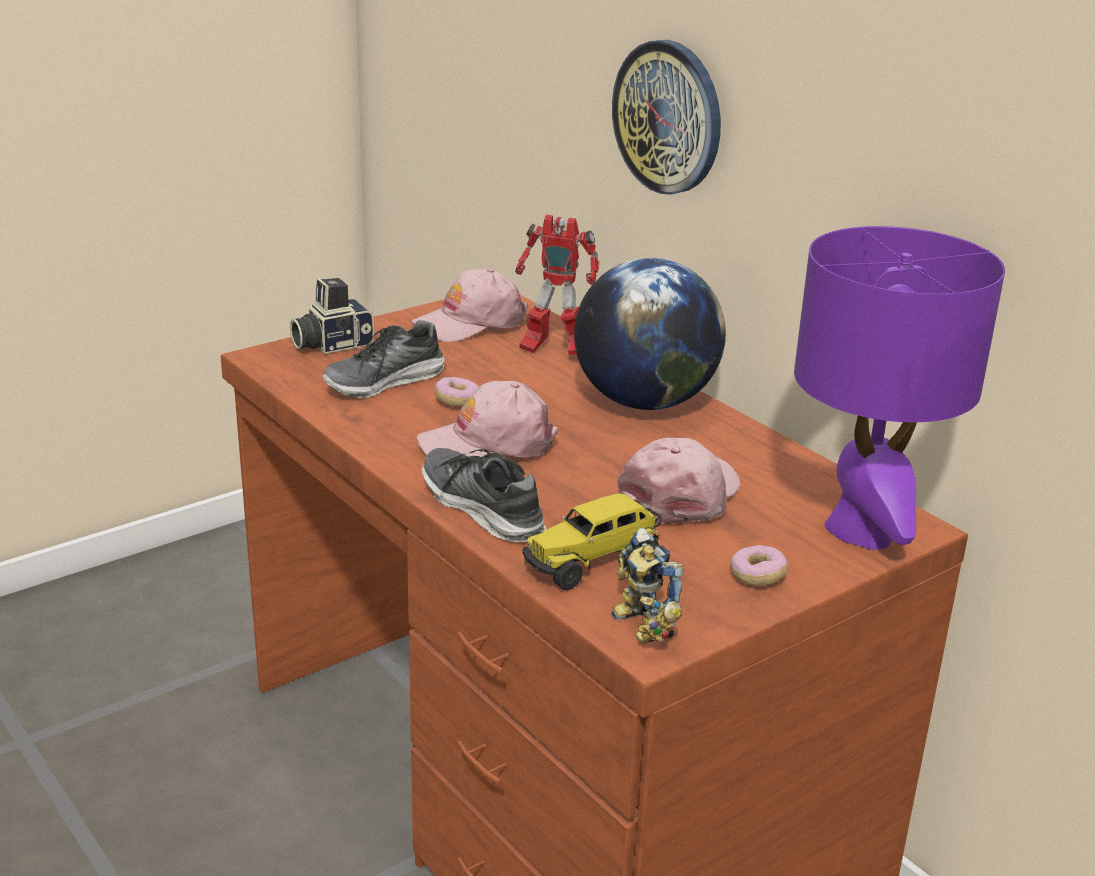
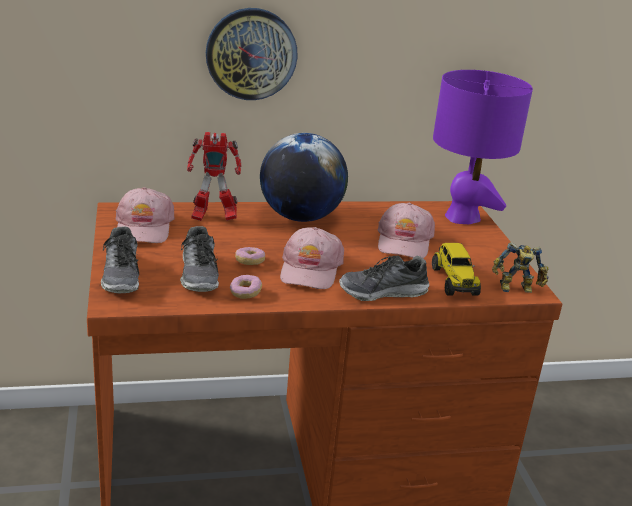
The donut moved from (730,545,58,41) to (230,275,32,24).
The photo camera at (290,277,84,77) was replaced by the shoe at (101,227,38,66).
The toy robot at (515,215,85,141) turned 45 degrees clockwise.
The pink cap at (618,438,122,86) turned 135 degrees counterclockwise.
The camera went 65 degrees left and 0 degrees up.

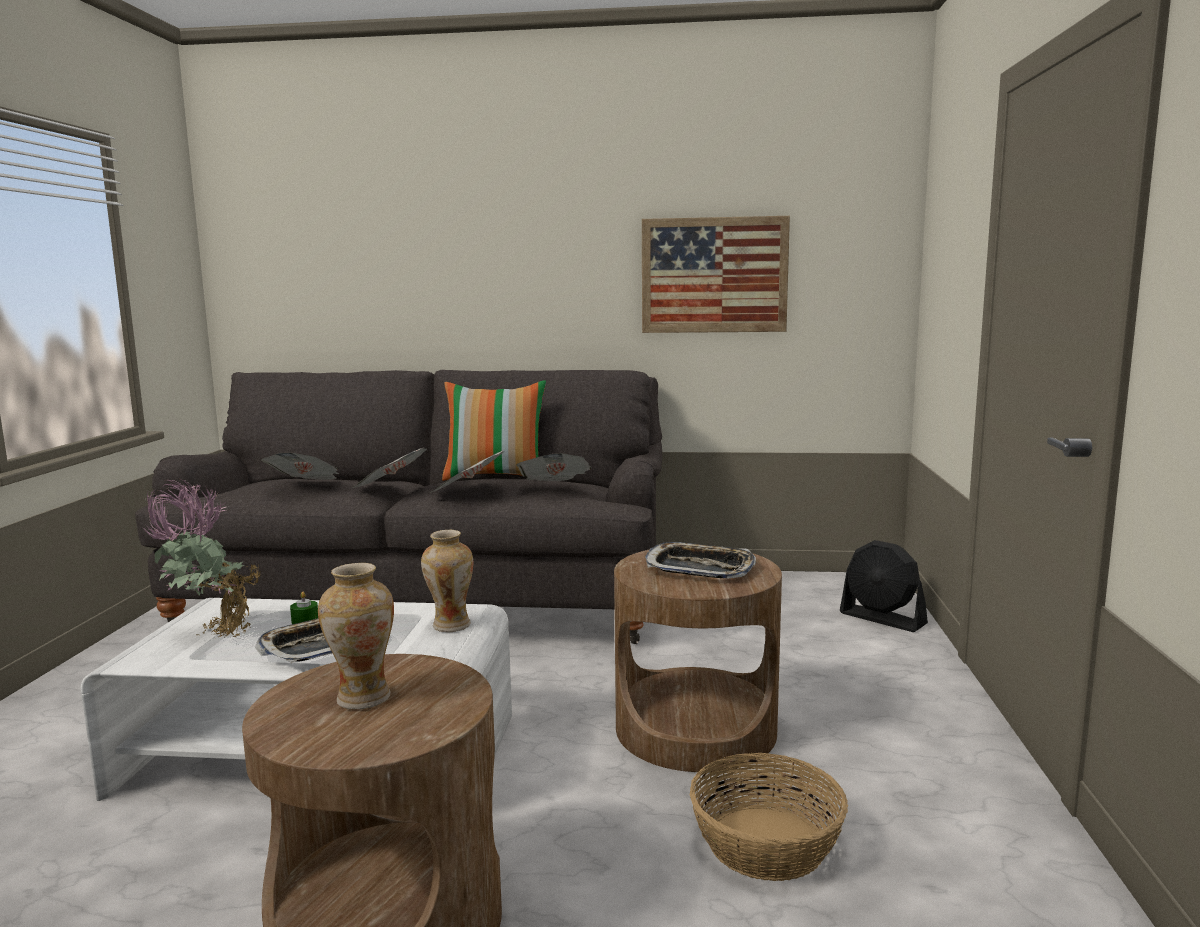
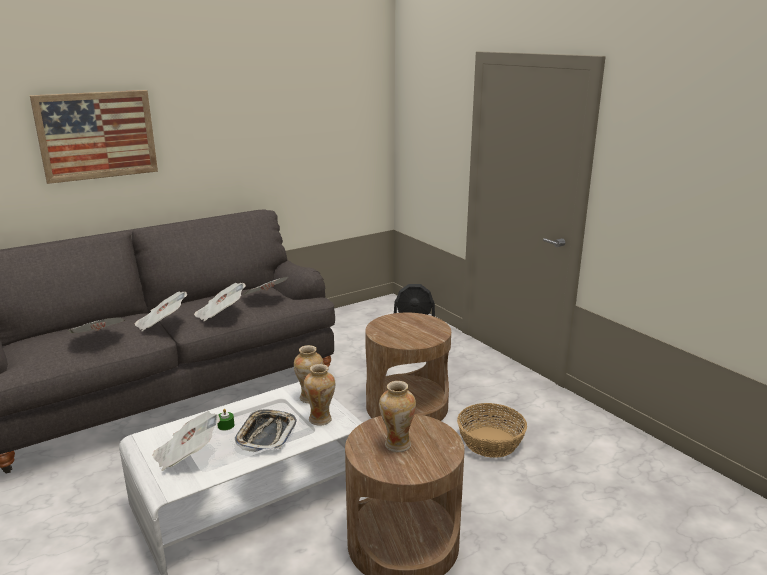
The pillow at (442,380,104,101) disappeared.
The tray at (645,542,111,37) disappeared.
The vase at (304,364,31,62) appeared.
The picture moved from (642,216,148,117) to (30,90,128,94).
The potted plant at (142,478,120,160) was replaced by the newspaper at (152,411,68,60).
The camera went 40 degrees left and 10 degrees up.

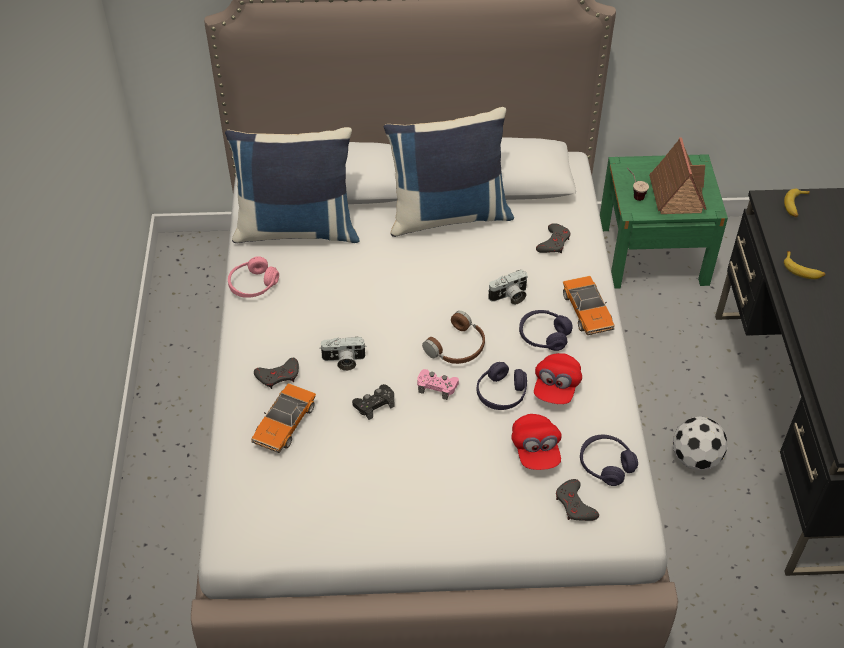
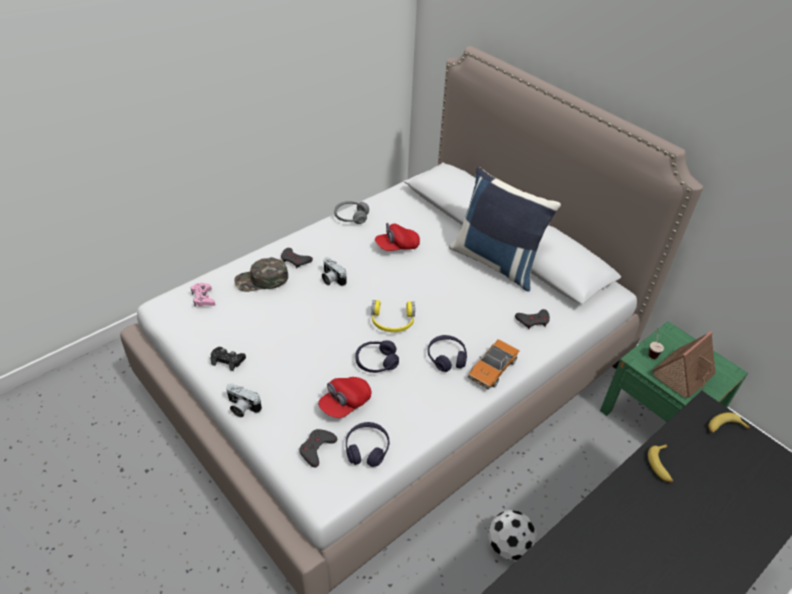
The blue pillow at (225,127,135,116) disappeared.
The black game controller moved from (352,384,43,36) to (210,347,36,24).
The pink game controller moved from (417,369,42,31) to (191,283,24,24).
The photo camera moved from (488,270,40,35) to (226,384,36,34).
The red cap moved from (534,353,48,51) to (375,223,45,28).
The toy car at (251,383,65,70) was replaced by the green cap at (234,257,54,35).
The pink headphones at (228,256,51,42) became the grey headphones at (334,201,35,23).
The brown headphones at (422,311,63,53) became the yellow headphones at (371,300,44,32).
The camera went 50 degrees right and 5 degrees down.

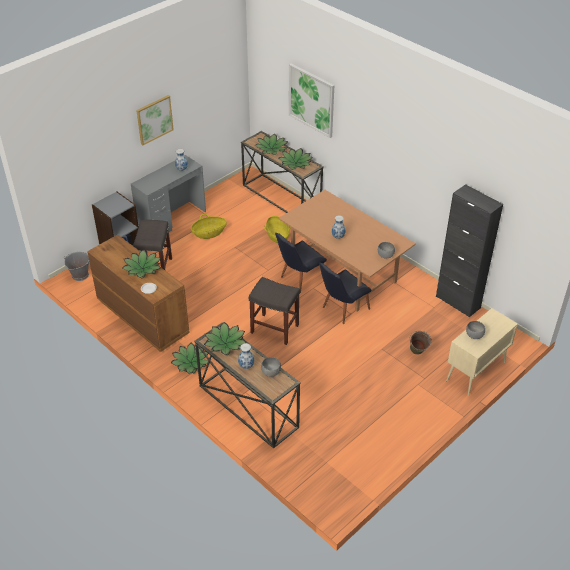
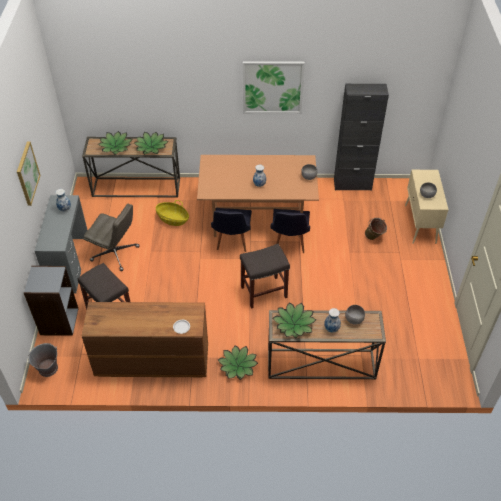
The potted plant at (122,250,39,28) disappeared.
The picture moved from (289,64,45,74) to (243,61,62,53).
The basket at (191,214,36,25) was replaced by the grey office chair at (84,203,56,68).
The camera went 45 degrees left and 5 degrees up.

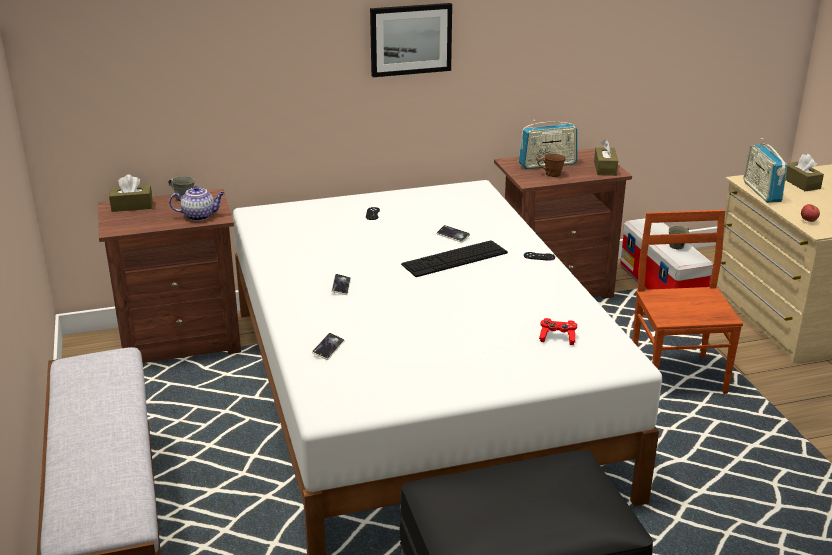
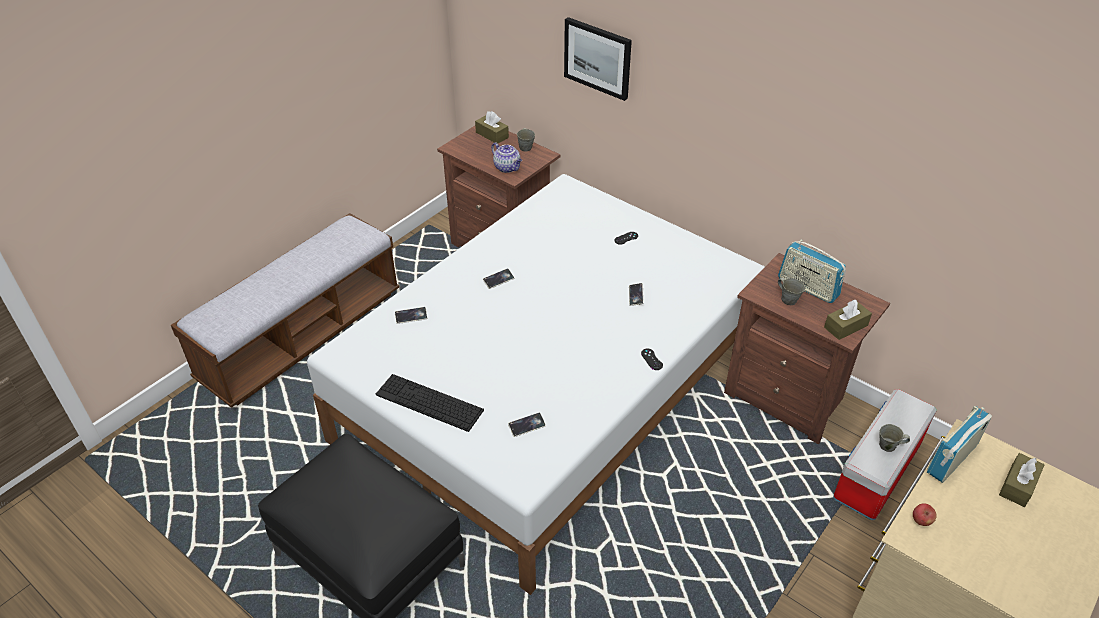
The brown chair at (632,210,111,184) disappeared.
The picture moved from (370,3,82,74) to (564,17,68,84).
The keyboard moved from (401,240,107,37) to (376,374,108,58).
The red game controller at (539,318,38,27) was replaced by the phone at (508,412,38,25).
The brown mug at (537,154,29,23) became the grey mug at (778,278,27,27).
The camera went 55 degrees right and 15 degrees up.

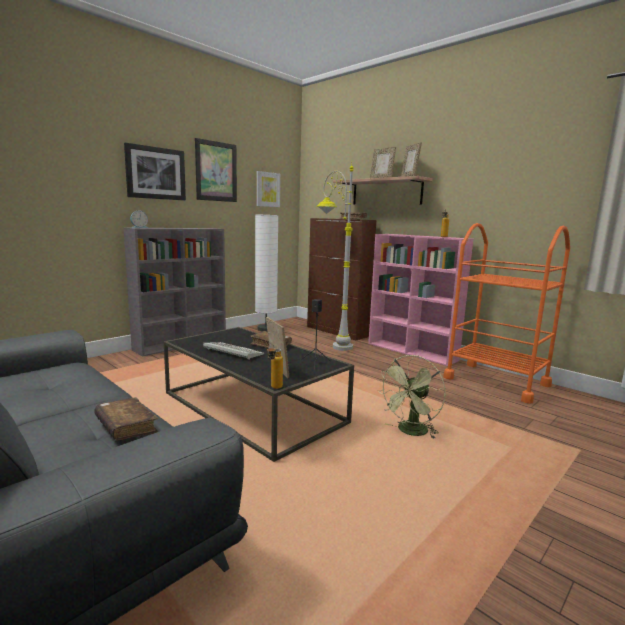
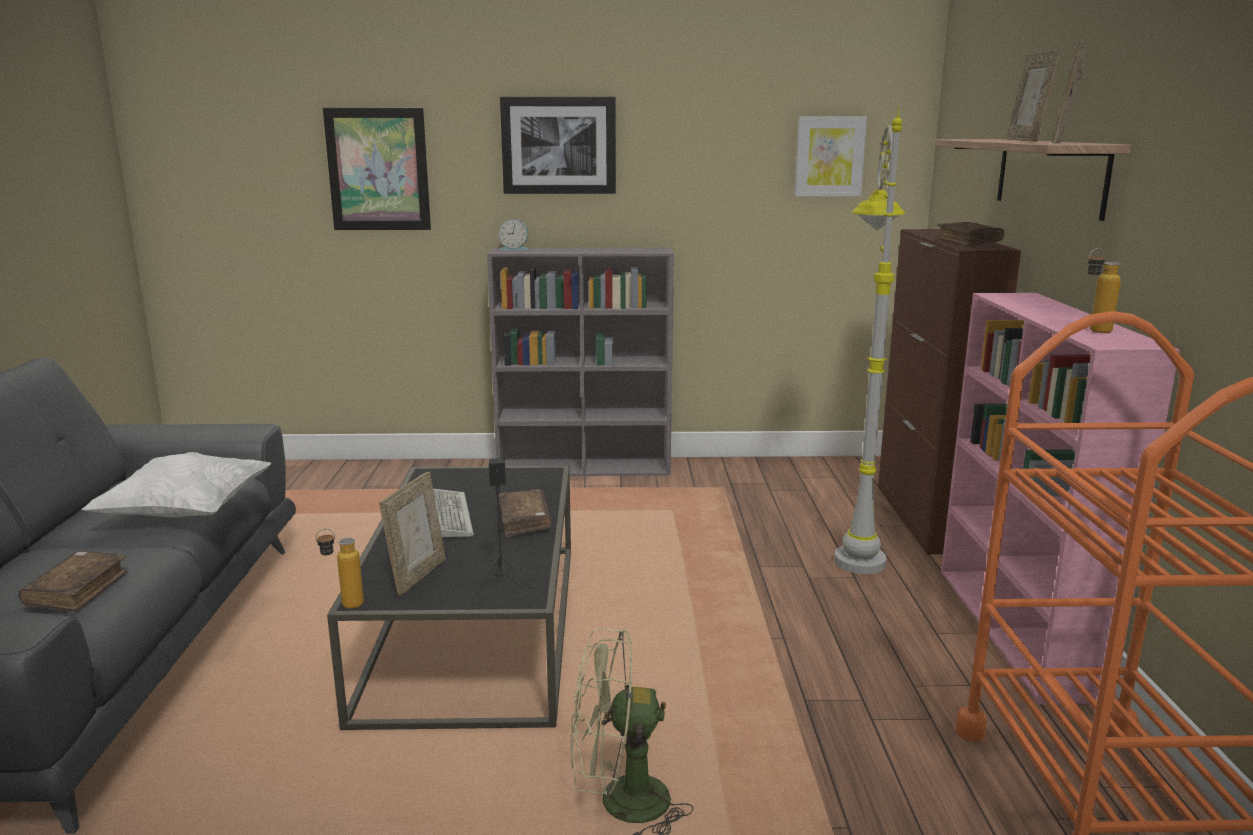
The white floor lamp at (255,214,23,117) disappeared.
The white pillow at (81,452,190,65) appeared.
The picture moved from (195,138,42,64) to (323,108,108,122).
The camera went 45 degrees right and 5 degrees up.

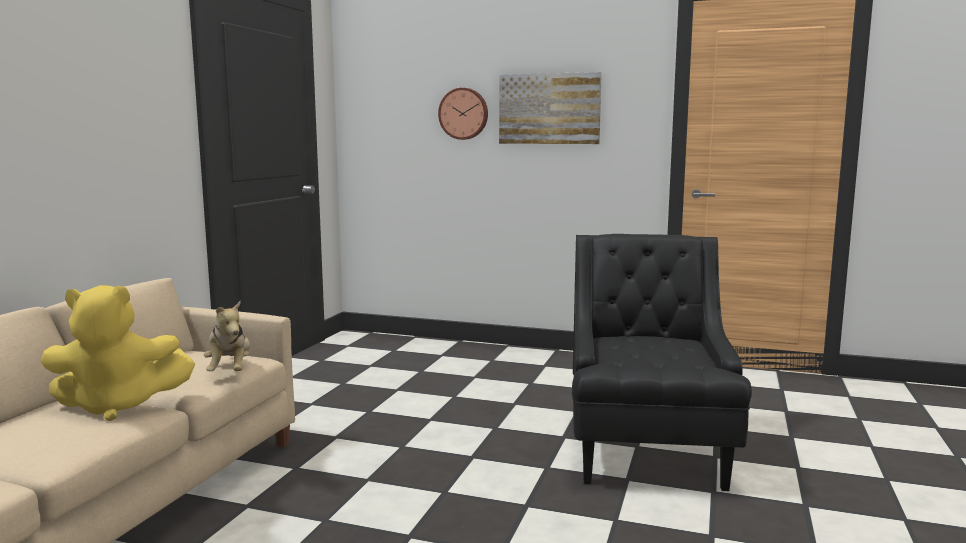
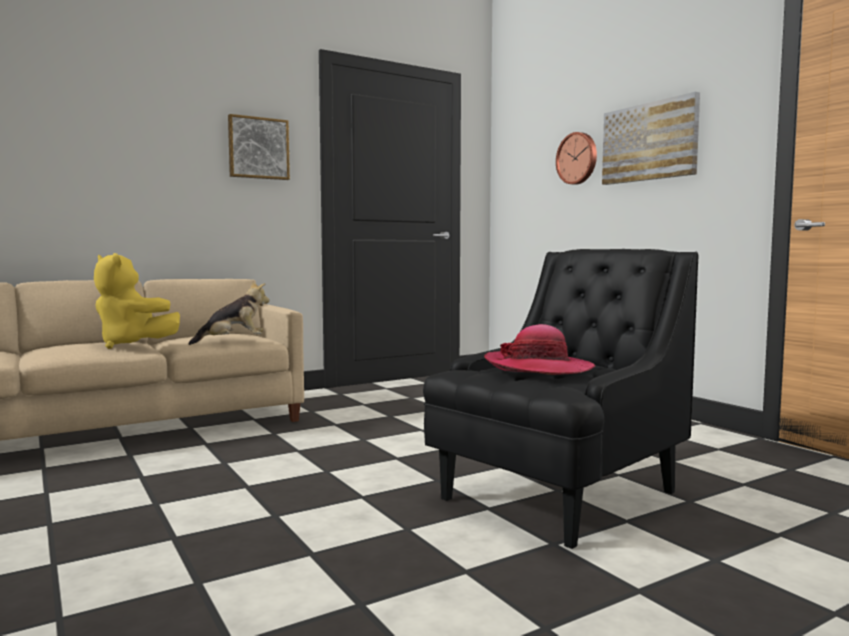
The picture at (228,114,62,66) appeared.
The hat at (484,324,112,51) appeared.
The plush toy at (204,301,46,70) turned 135 degrees counterclockwise.
The camera went 40 degrees right and 5 degrees down.

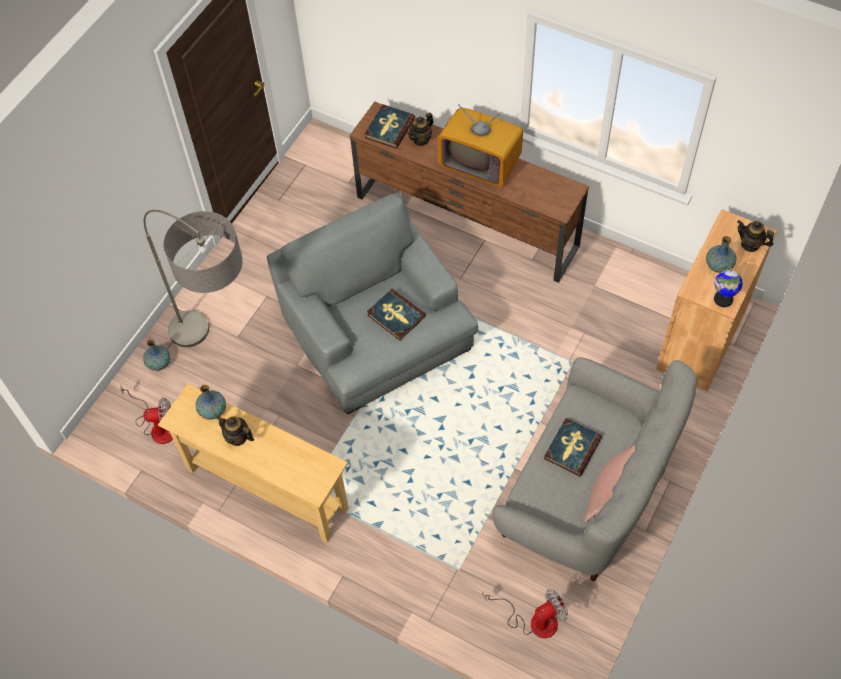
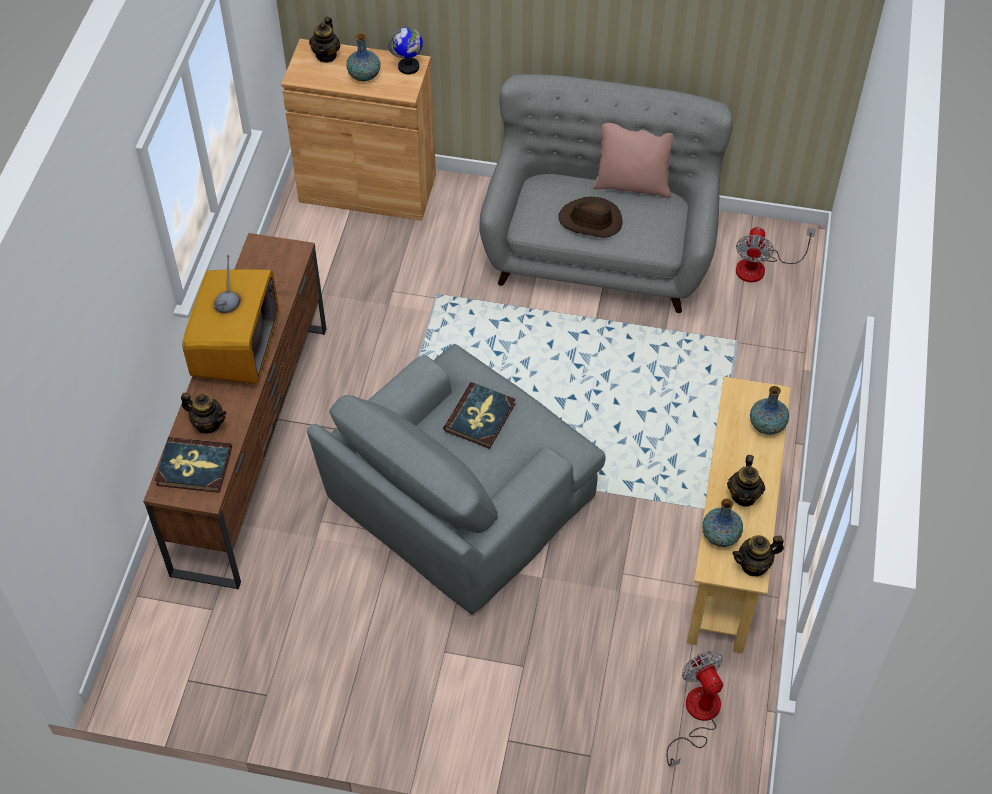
The floor lamp at (144,210,99,137) disappeared.
The teapot at (732,535,52,41) appeared.
The vase moved from (143,339,27,32) to (750,386,39,49).
The book at (544,418,58,58) was replaced by the brown hat at (559,197,64,41).
The fan at (482,589,86,49) turned 120 degrees counterclockwise.
The camera went 110 degrees left and 5 degrees down.

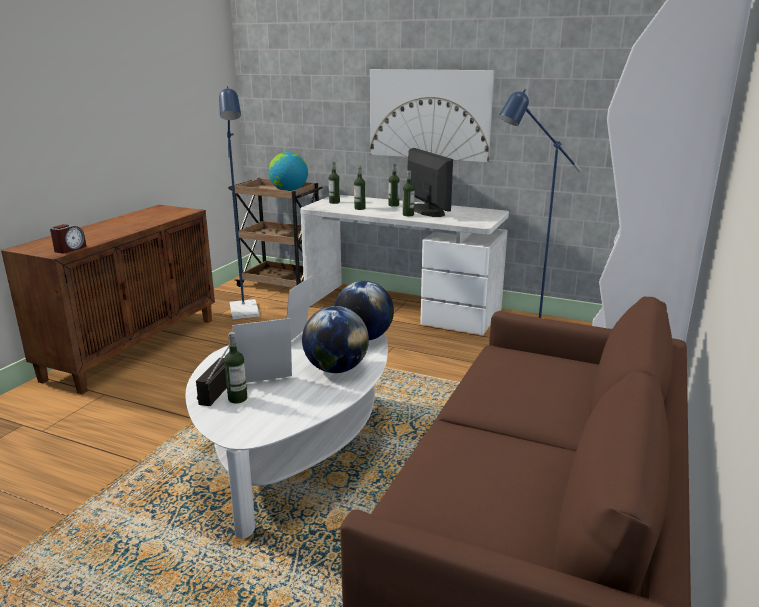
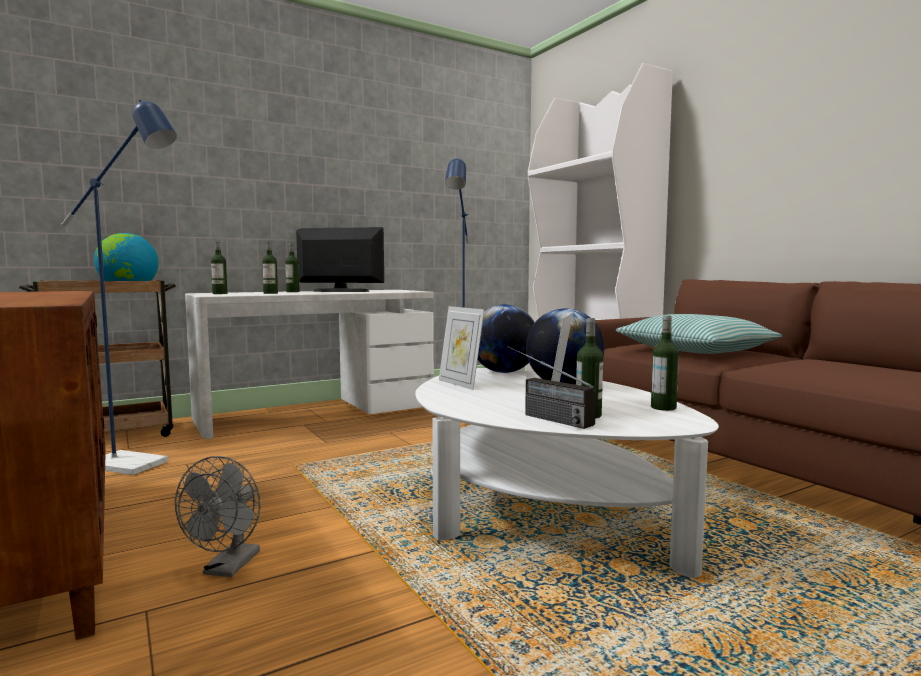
The alarm clock at (50,224,37,30) disappeared.
The picture at (370,69,125,93) disappeared.
The grey fan at (175,456,86,121) appeared.
The pillow at (616,314,167,40) appeared.
The bottle moved from (403,171,12,45) to (651,315,28,96).
The camera went 55 degrees left and 15 degrees down.

